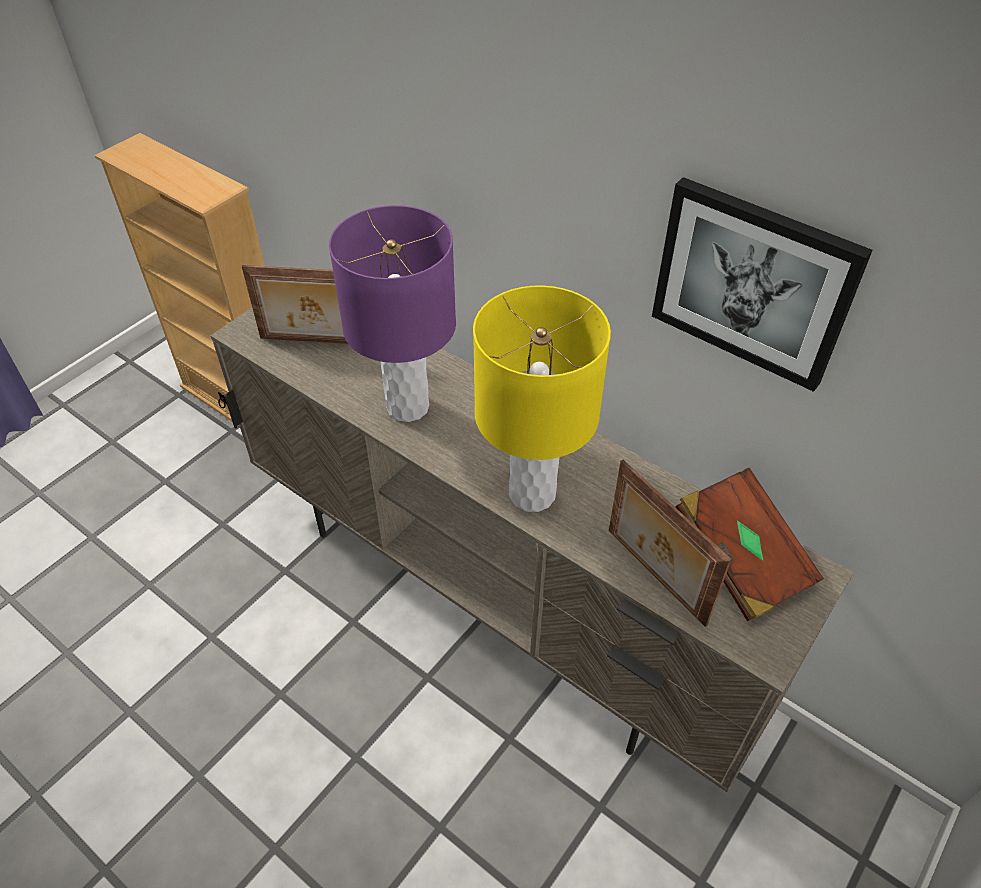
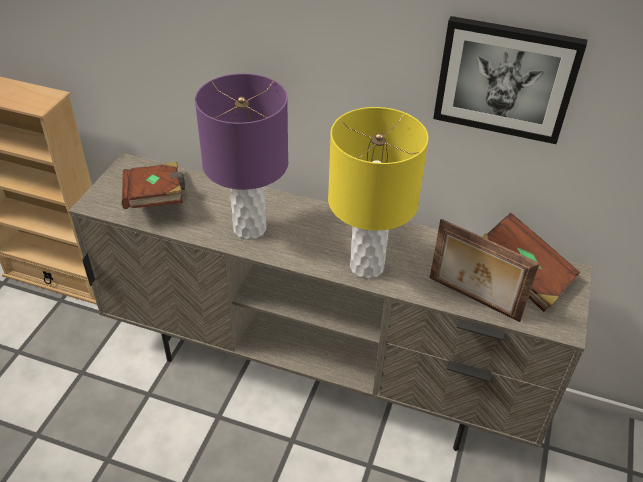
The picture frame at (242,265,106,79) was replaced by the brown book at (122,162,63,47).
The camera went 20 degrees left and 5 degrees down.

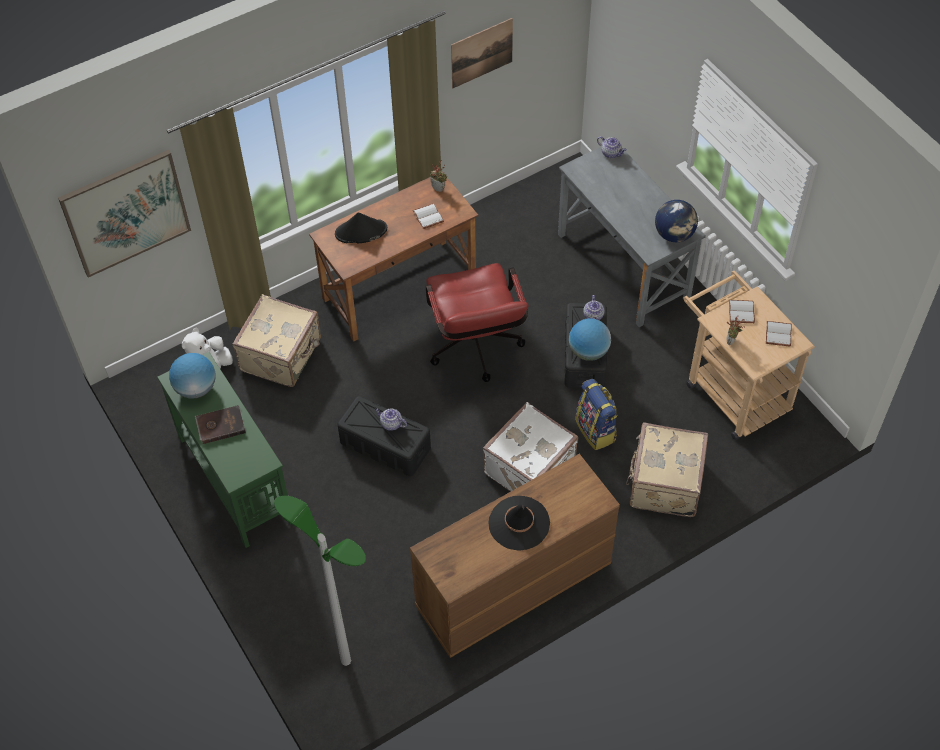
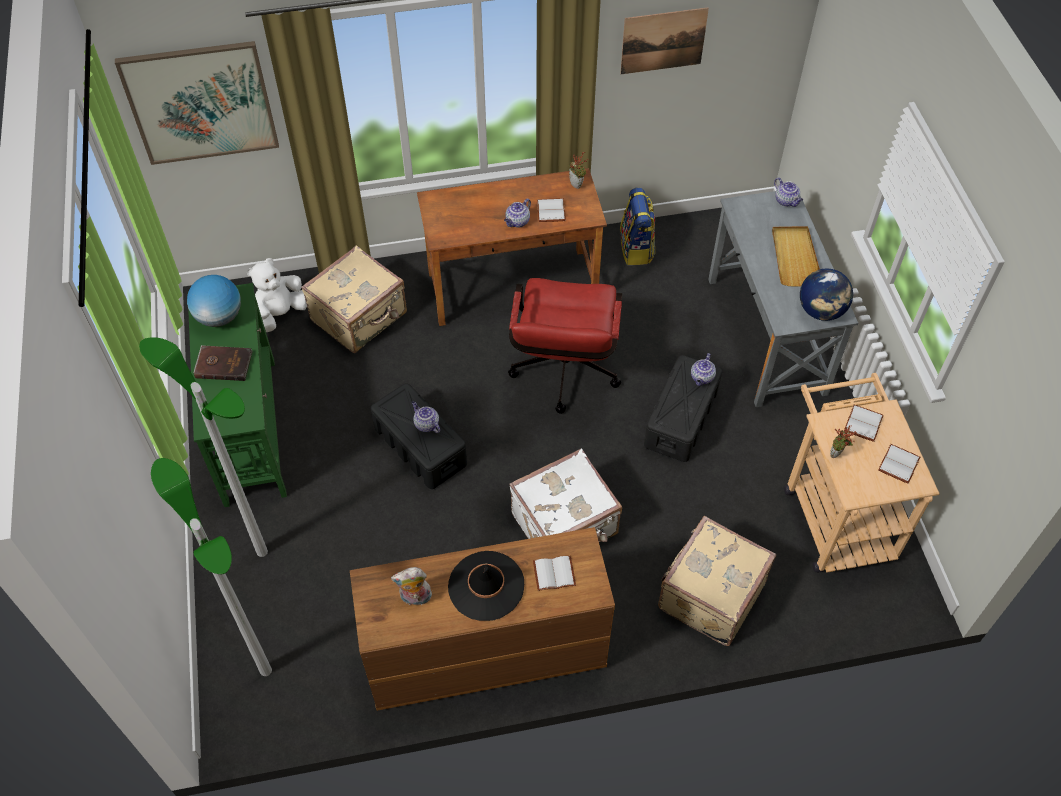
The black hat at (335,212,52,31) disappeared.
The globe at (569,318,42,43) disappeared.
The floor lamp at (139,337,129,220) appeared.
The plush toy at (391,567,41,38) appeared.
The teapot at (504,198,27,30) appeared.
The white book at (533,556,43,35) appeared.
The beige tray at (772,226,48,61) appeared.
The backpack moved from (575,379,43,71) to (620,188,35,77).
The camera went 20 degrees right and 0 degrees up.

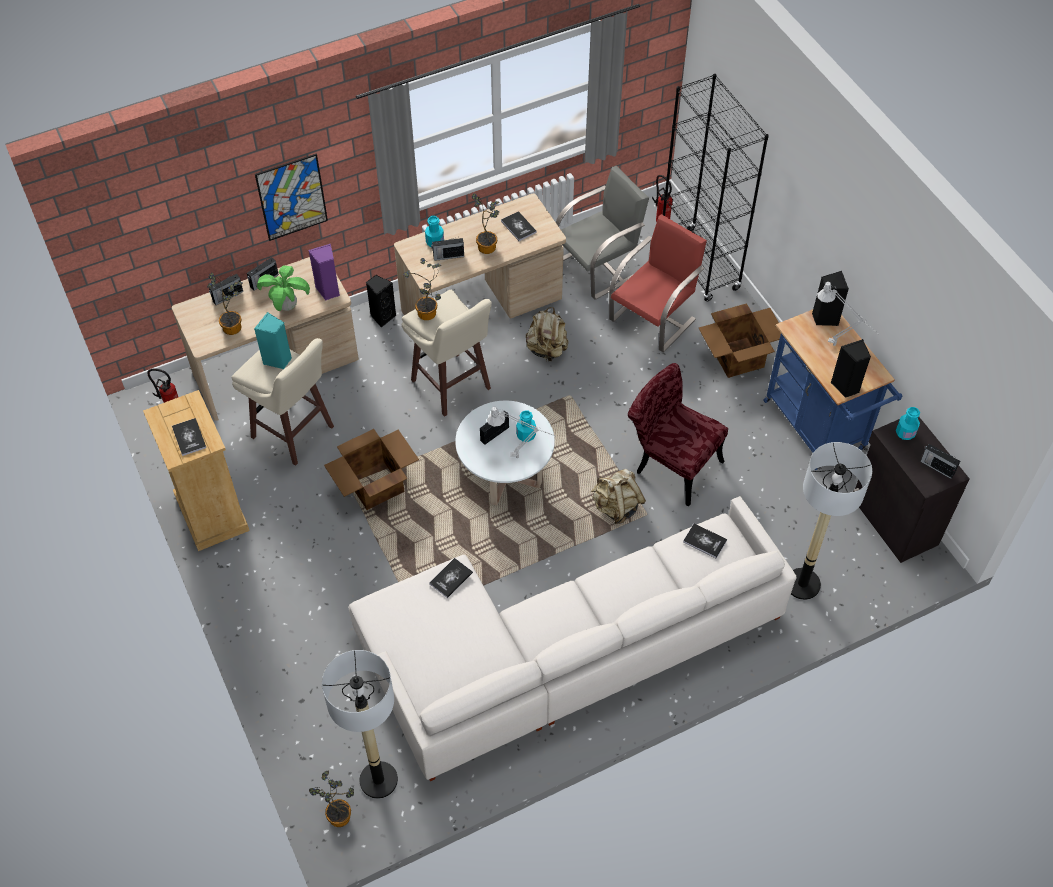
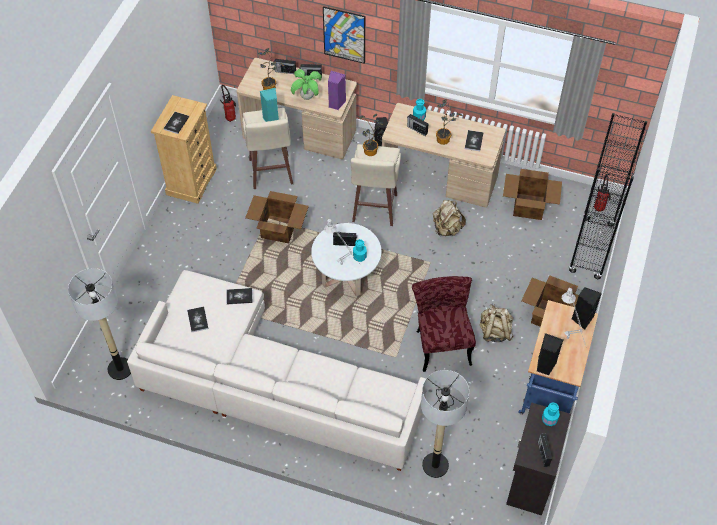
The potted plant at (309,771,45,56) disappeared.
The red chair at (609,214,98,138) disappeared.
The beige backpack moved from (591,469,55,55) to (480,304,34,38).
The book moved from (683,524,44,35) to (187,306,22,26).
The grey chair at (556,166,93,134) was replaced by the cardboard box at (503,169,59,51).
The camera went 45 degrees right and 0 degrees up.

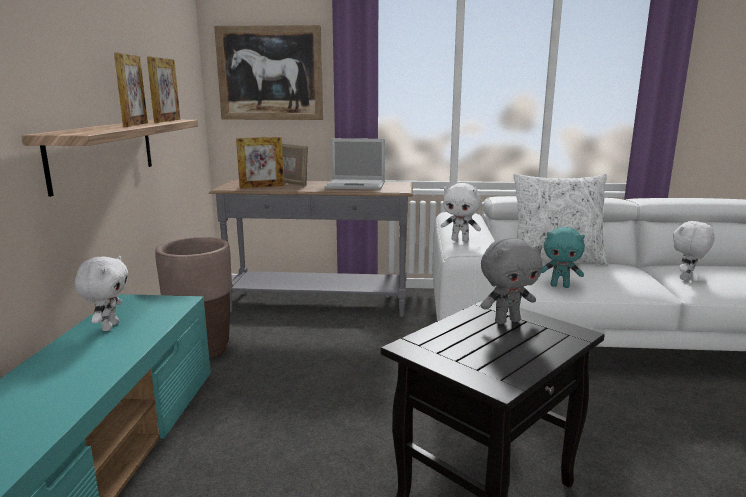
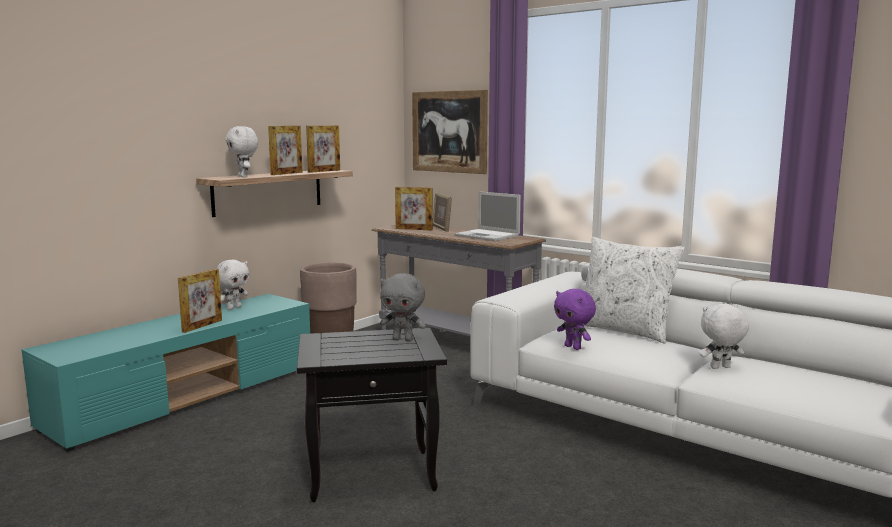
The picture frame at (178,269,44,64) appeared.
The white plush toy moved from (441,183,40,59) to (226,126,32,51).
The turquoise plush toy at (541,227,44,61) became the purple plush toy at (554,289,42,61).
The camera went 35 degrees right and 5 degrees down.

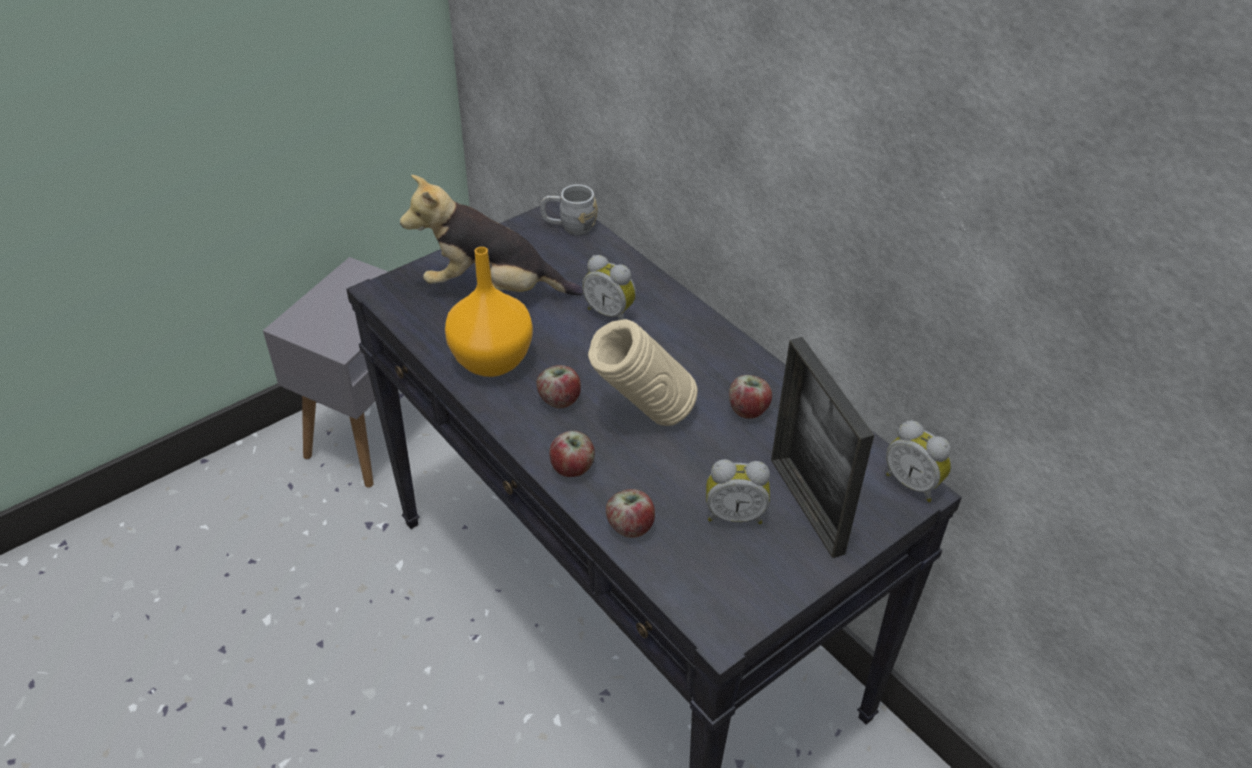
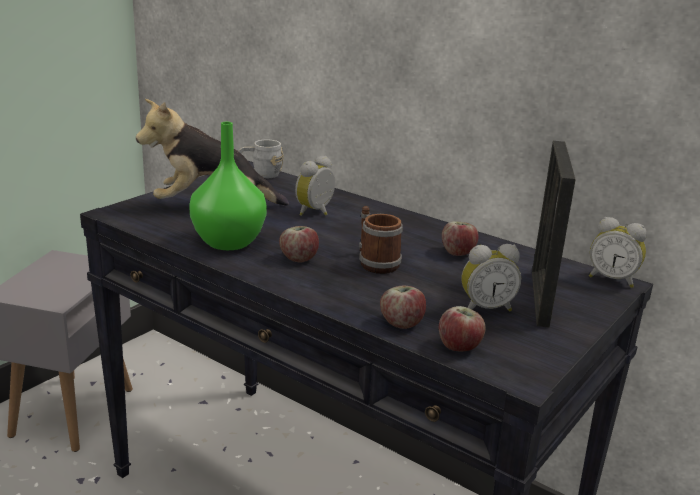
The apple moved from (549,431,46,46) to (439,306,46,45).
The beige vase at (588,319,110,107) was replaced by the mug at (359,206,44,68).
The orange vase at (445,247,88,130) became the green vase at (189,122,78,128).
The alarm clock at (582,255,54,65) turned 105 degrees clockwise.
The picture frame at (771,337,103,221) turned 45 degrees clockwise.
The camera went 15 degrees left and 20 degrees down.

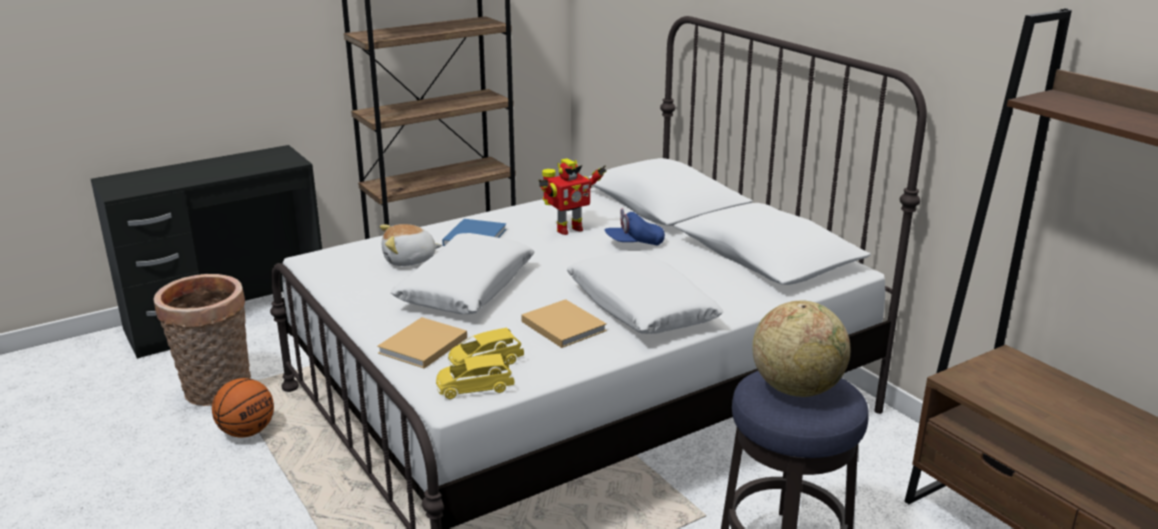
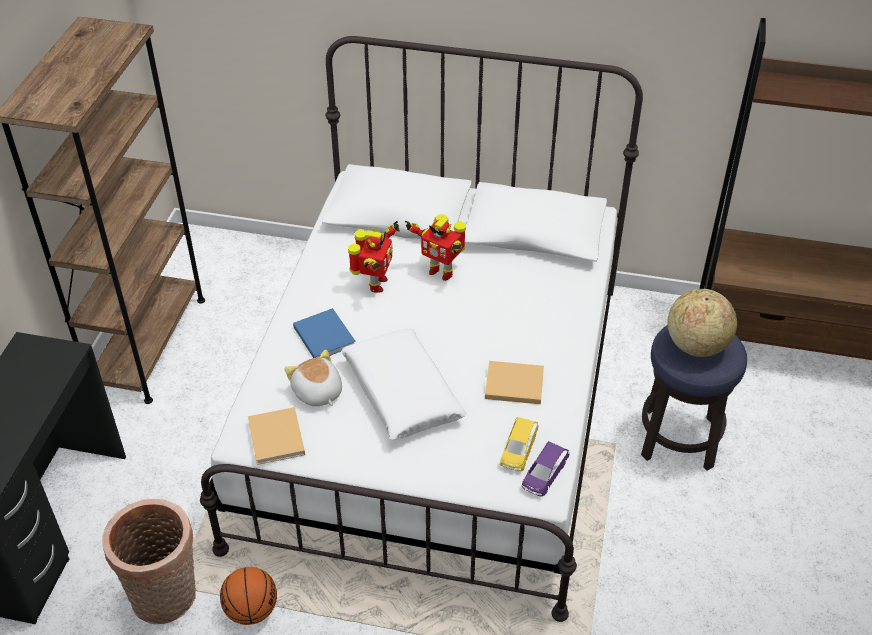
The white pillow at (566,251,157,83) disappeared.
The beige book moved from (377,317,90,52) to (248,407,57,58).
The blue cap at (605,209,60,36) was replaced by the toy robot at (405,214,61,67).
The yellow toy car at (436,353,78,46) became the purple toy car at (522,441,47,55).
The plush toy at (380,224,63,42) turned 120 degrees clockwise.
The camera went 45 degrees left and 20 degrees up.

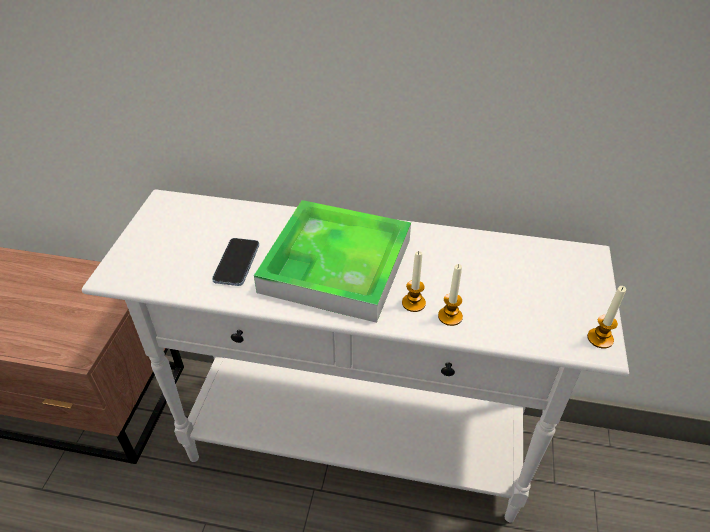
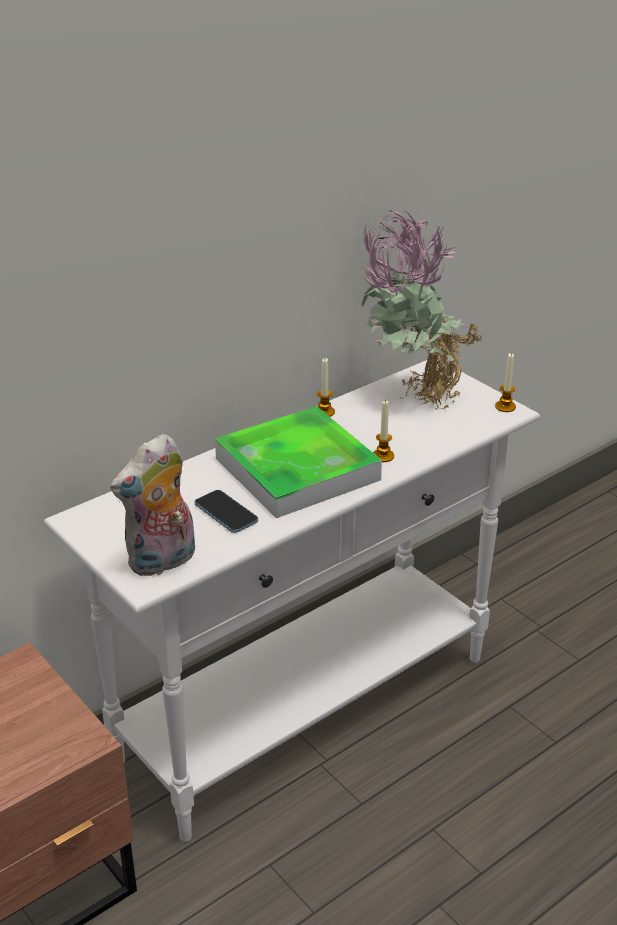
The plush toy at (110,434,85,142) appeared.
The potted plant at (359,209,124,200) appeared.
The candle moved from (438,264,25,62) to (317,358,18,59).
The camera went 50 degrees left and 10 degrees down.

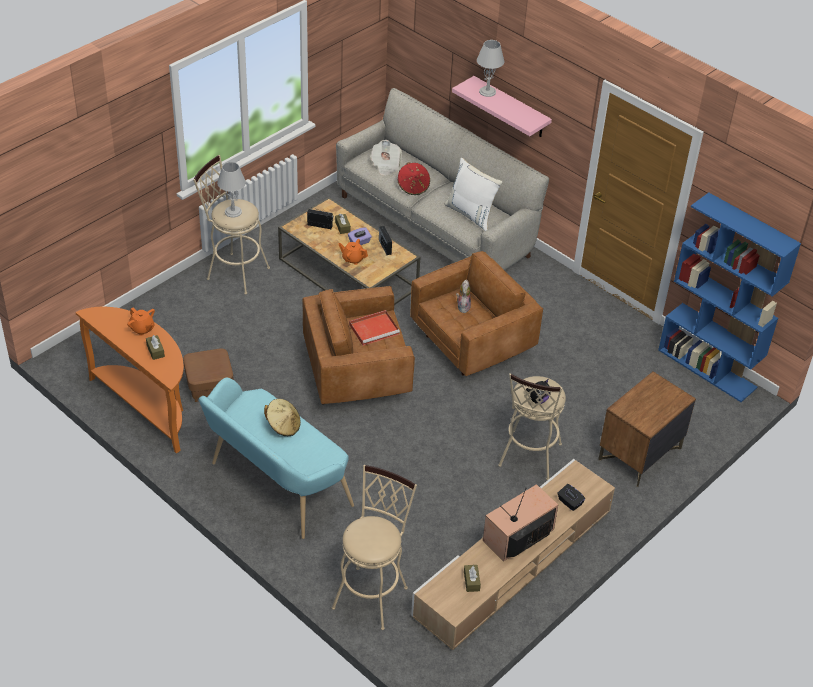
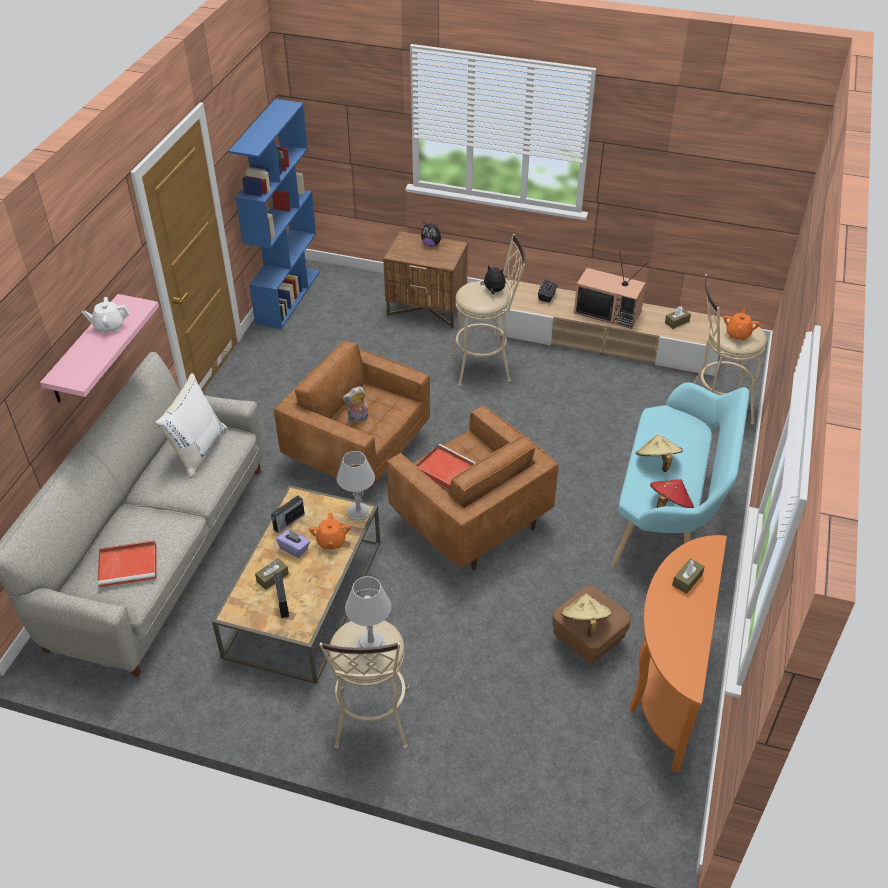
The white teapot at (82,297,48,36) appeared.
The plush toy at (421,222,23,25) appeared.
The beige hat at (561,593,51,44) appeared.
The orange teapot moved from (127,307,28,29) to (723,308,37,33).
The red hat moved from (398,162,32,33) to (650,479,44,29).
The grey table lamp moved from (477,40,27,57) to (337,451,38,70).
The newspaper at (370,140,32,35) was replaced by the red tray at (97,540,60,48).
The camera went 115 degrees left and 0 degrees up.

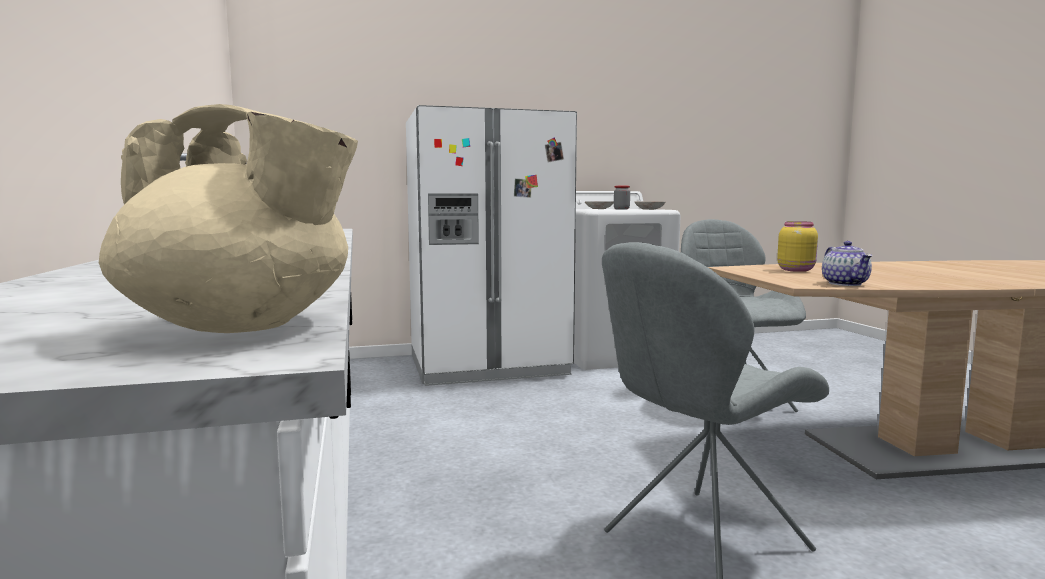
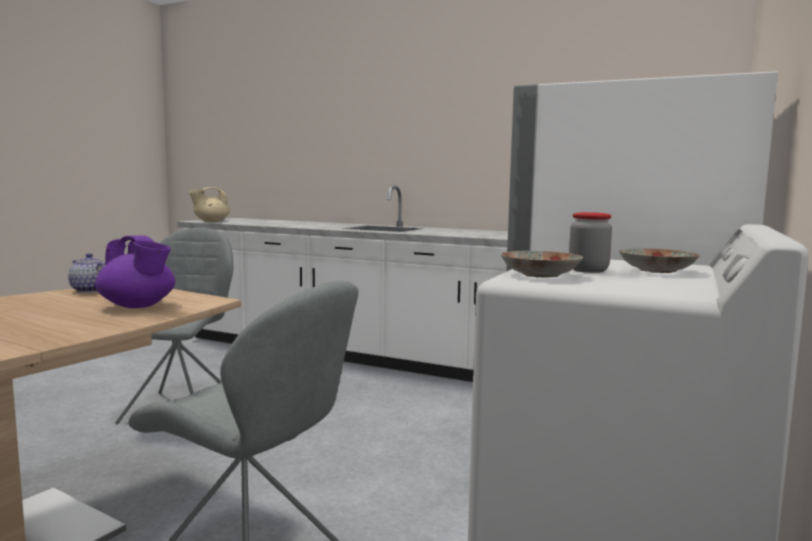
The yellow jar at (777,221,41,51) was replaced by the purple teapot at (95,235,80,73).
The camera went 130 degrees right and 0 degrees up.

